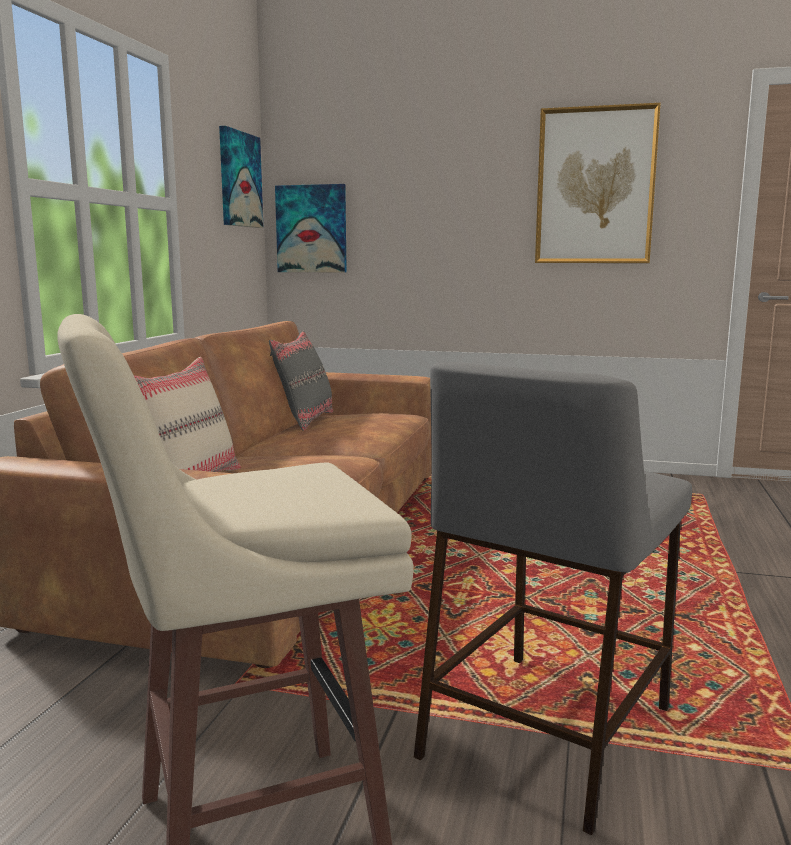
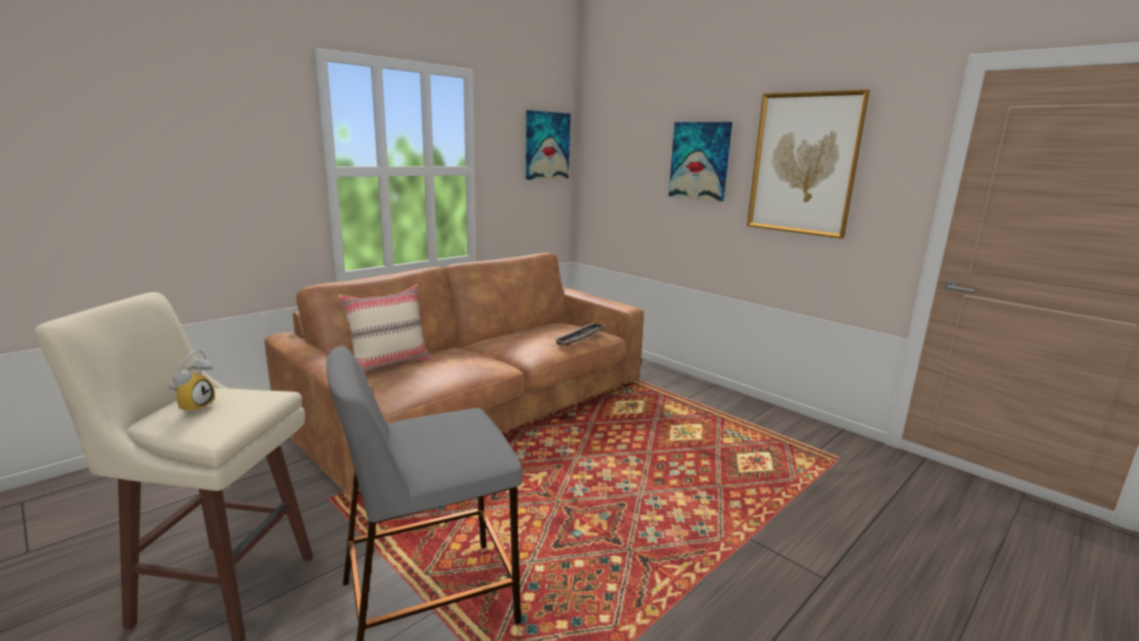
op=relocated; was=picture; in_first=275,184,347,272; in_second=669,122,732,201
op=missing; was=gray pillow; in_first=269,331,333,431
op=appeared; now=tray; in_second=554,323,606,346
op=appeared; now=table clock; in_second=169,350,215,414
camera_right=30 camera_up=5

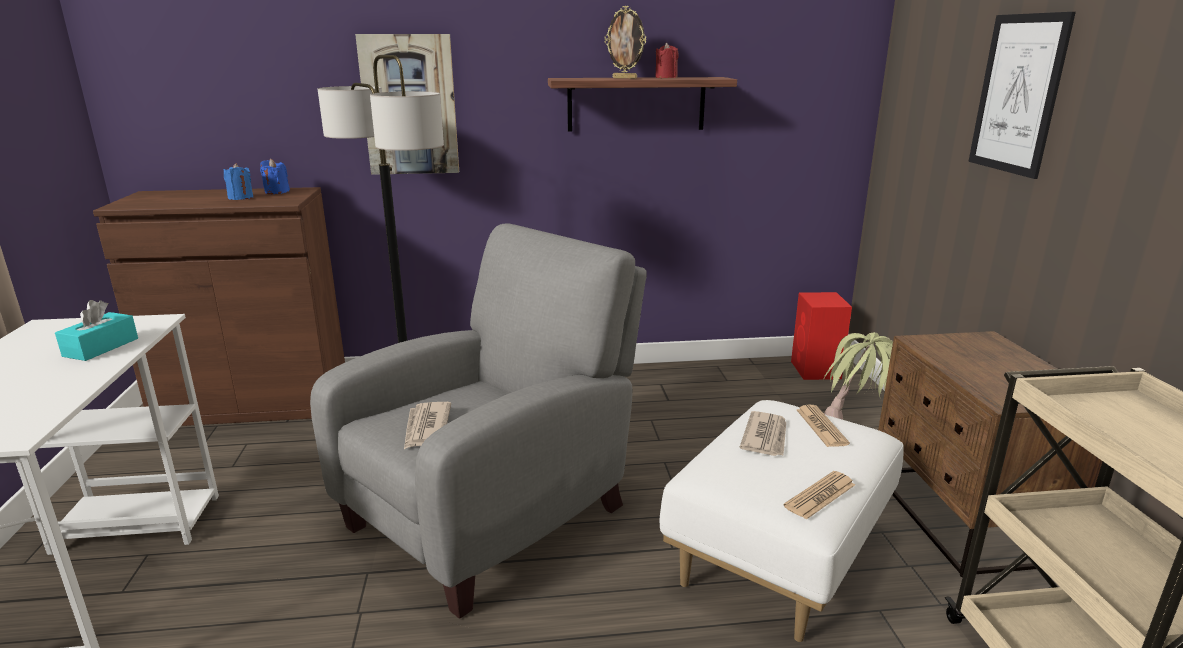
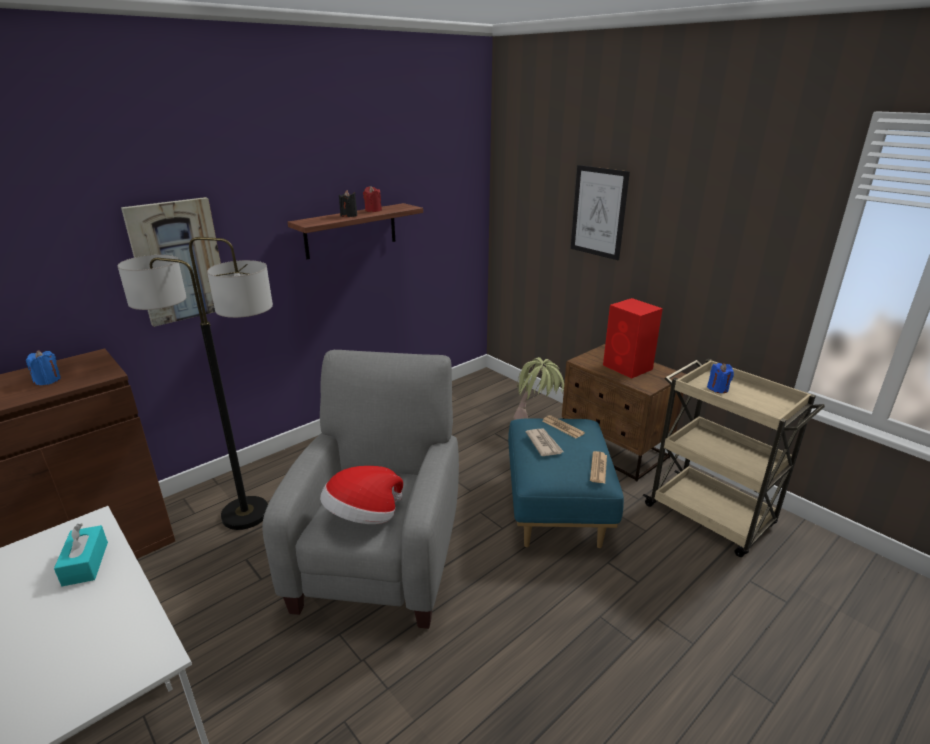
op=exchanged; was=photo frame; now=black wax candle; in_first=604,6,647,79; in_second=339,190,357,217
op=relocated; was=blue wax candle; in_first=260,159,290,194; in_second=707,363,734,393
op=relocated; was=red-coloured loudspeaker; in_first=791,292,852,380; in_second=603,298,663,378
op=colour; was=white-coloured footrest; now=blue footrest; in_first=659,400,904,642; in_second=508,419,624,548
op=exchanged; was=newspaper; now=hat; in_first=404,402,451,449; in_second=320,466,403,524
camera_right=-35 camera_up=5

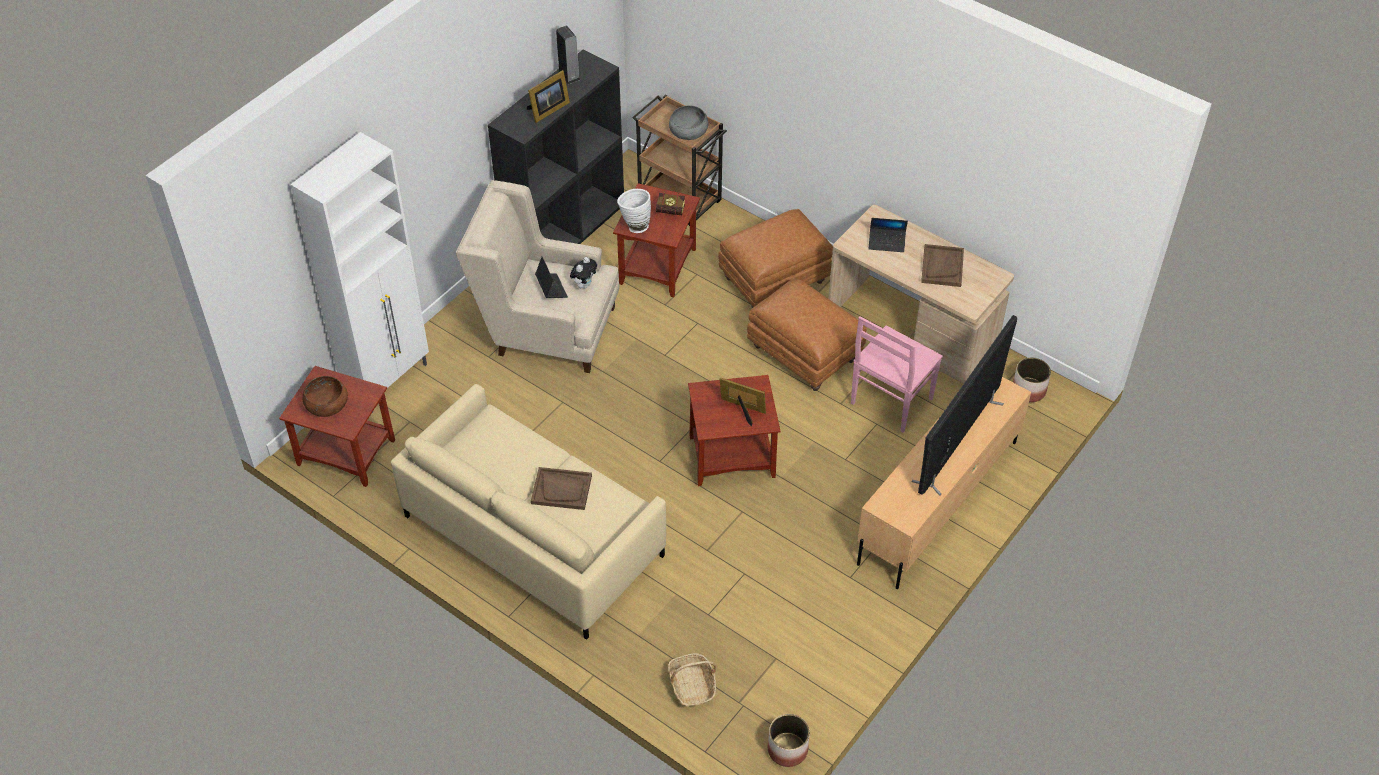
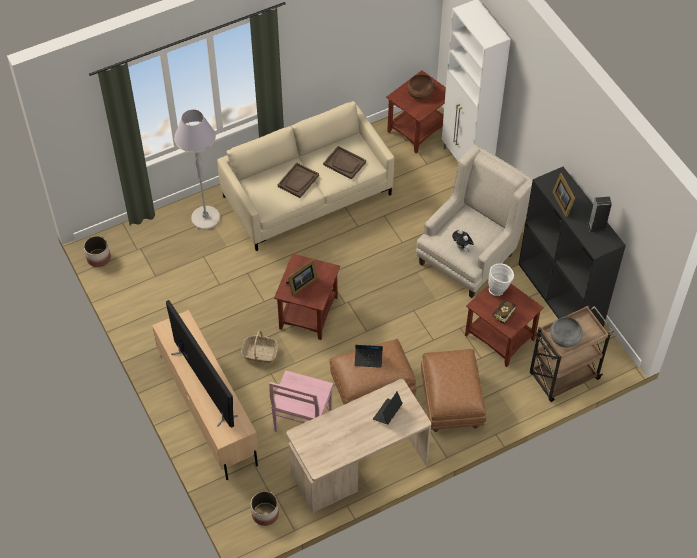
op=relocated; was=brown-coloured tray; in_first=921,244,964,287; in_second=323,146,366,180
op=relocated; was=notebook computer; in_first=535,257,568,298; in_second=355,345,383,368
op=spun; was=pink chair; in_first=851,316,943,433; in_second=269,370,333,432; clockwise=-135
op=relocated; was=basket; in_first=668,653,717,707; in_second=241,331,278,363
op=appeared; now=gray standard lamp; in_second=174,110,221,230
camera_right=115 camera_up=5

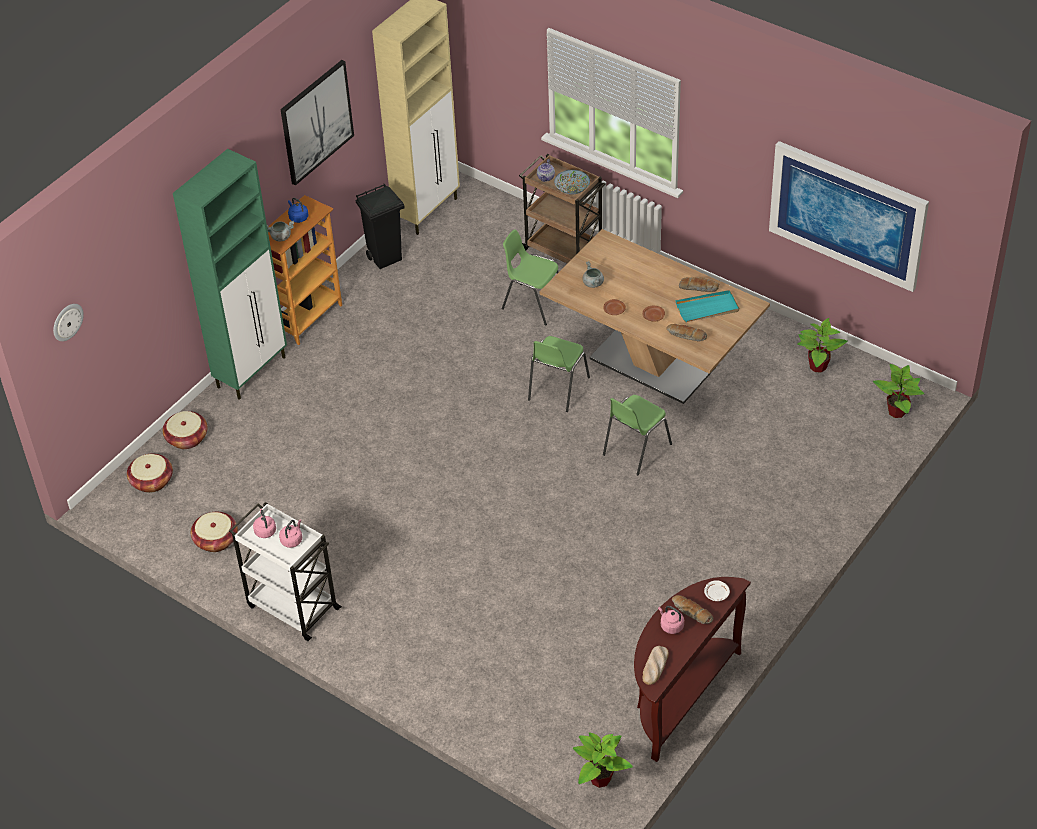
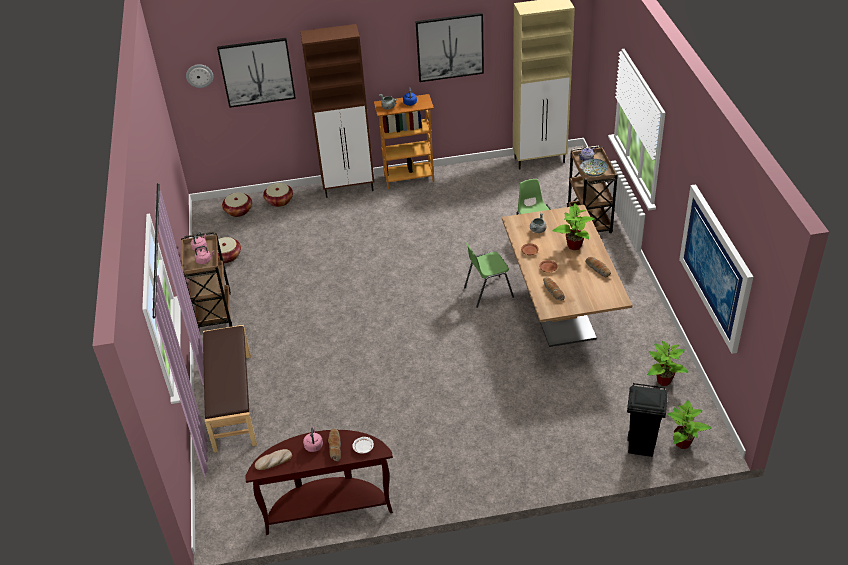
op=colour; was=green cabinet; now=brown-coloured cabinet; in_first=173,149,287,400; in_second=300,24,374,198
op=relocated; was=black waste bin; in_first=356,184,405,269; in_second=627,383,668,457
op=missing; was=blue-green tray; in_first=676,290,739,322
op=missing; was=green chair; in_first=603,395,672,475
op=colour; was=white-coloured cart; now=brown-coloured cart; in_first=229,502,342,641; in_second=181,232,232,328
op=relocated; was=houseplant; in_first=573,732,633,788; in_second=553,203,594,250
op=appeared; now=picture; in_second=217,38,296,108
op=appeared; now=brown-coloured bench; in_second=203,325,257,452
camera_right=45 camera_up=-5

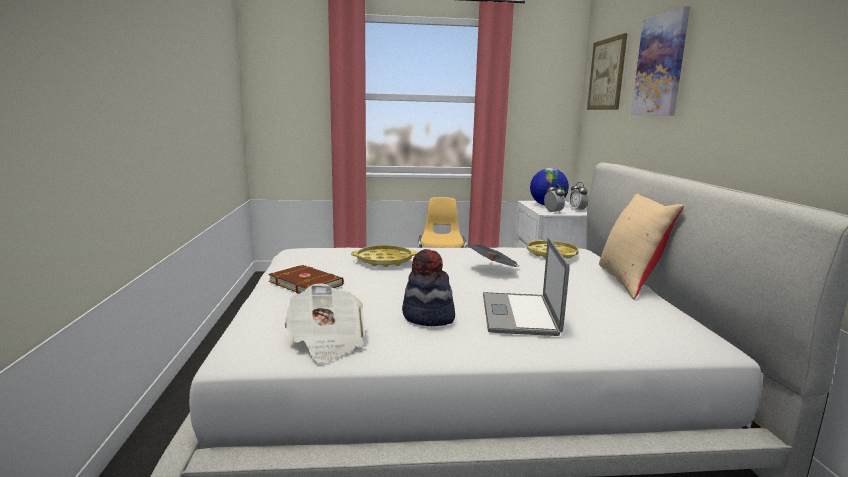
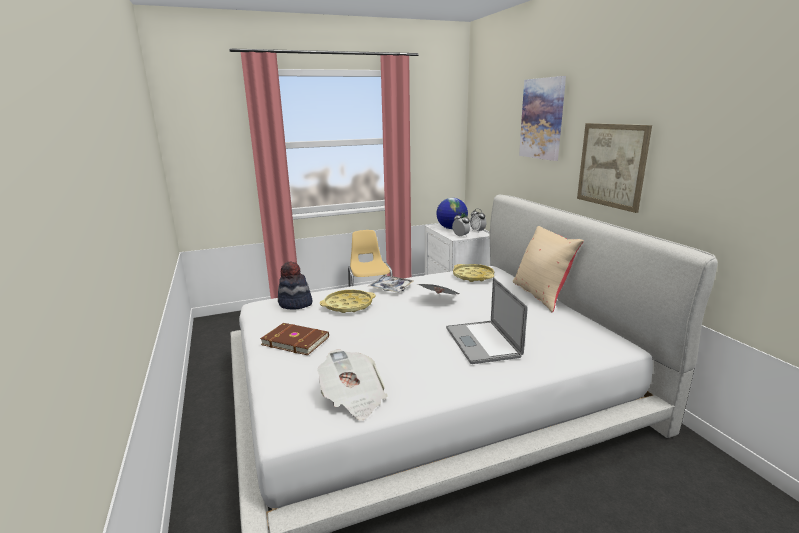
op=relocated; was=picture; in_first=587,33,627,110; in_second=577,123,652,213
op=relocated; was=hat; in_first=402,249,455,326; in_second=278,262,312,309
op=appeared; now=tray; in_second=369,276,413,292
camera_right=-15 camera_up=5

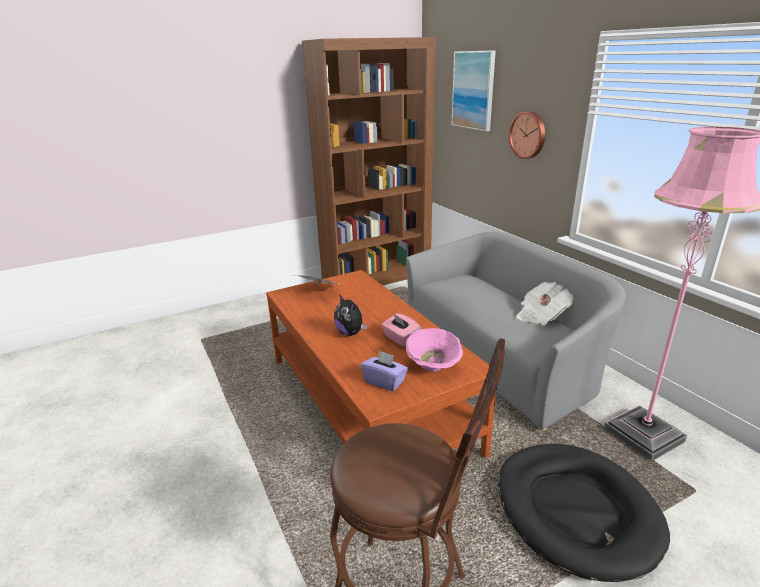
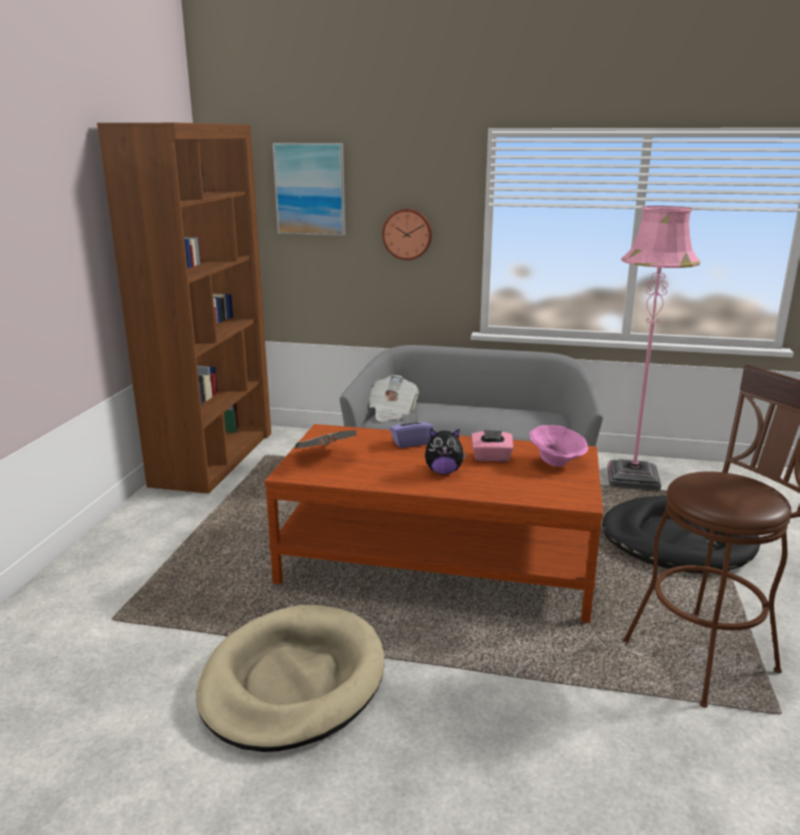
op=relocated; was=newspaper; in_first=517,282,573,325; in_second=369,375,419,421
op=relocated; was=purple box of tissues; in_first=360,350,408,391; in_second=390,413,433,448
op=appeared; now=sand-coloured dog bed; in_second=196,605,384,752
camera_right=-50 camera_up=-5

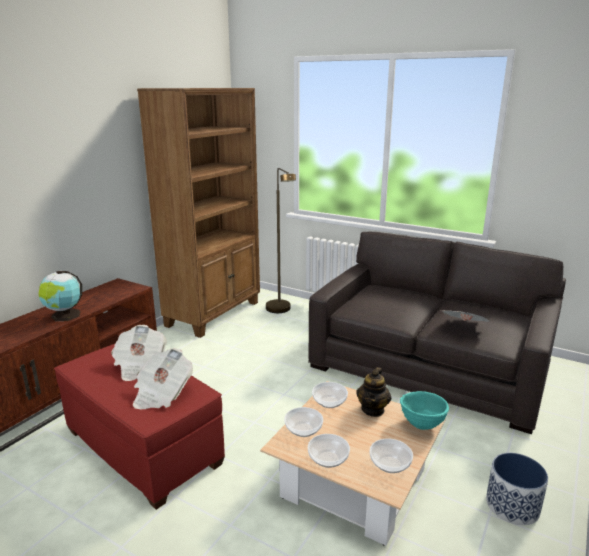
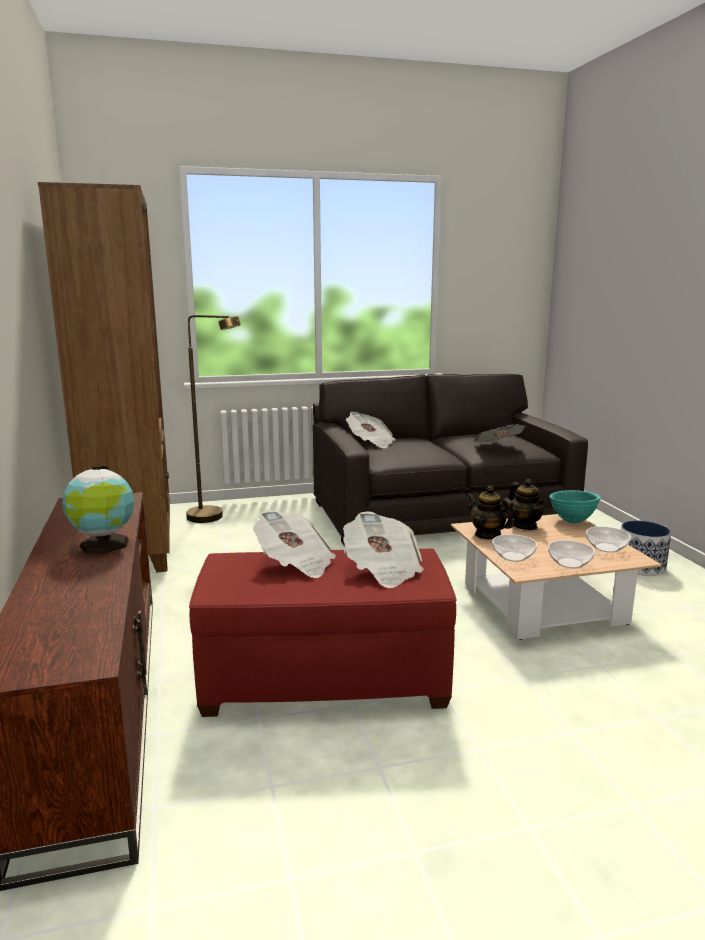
op=exchanged; was=bowl; now=teapot; in_first=312,382,348,408; in_second=467,486,514,539
op=appeared; now=newspaper; in_second=346,412,396,448
camera_right=-45 camera_up=-5

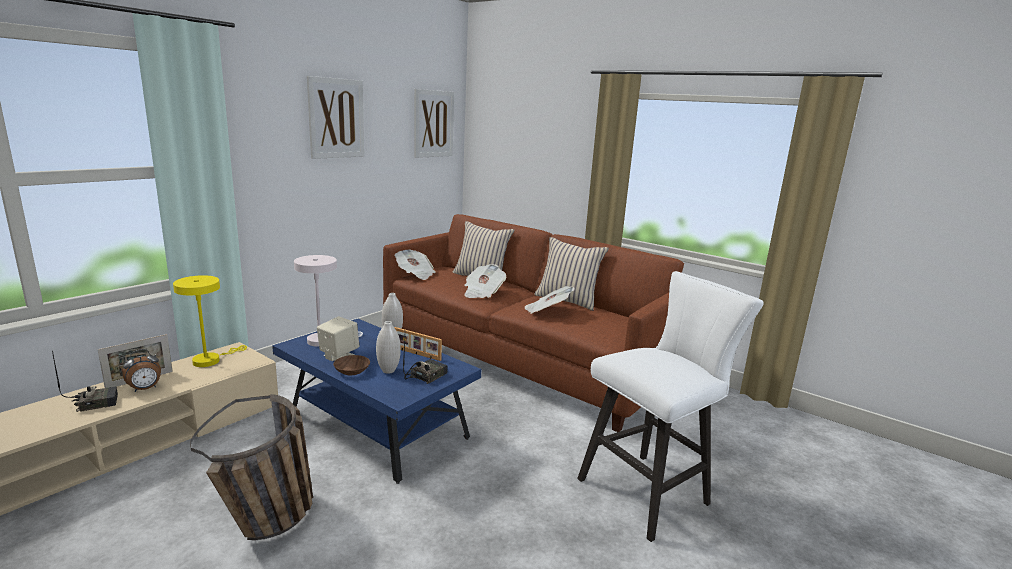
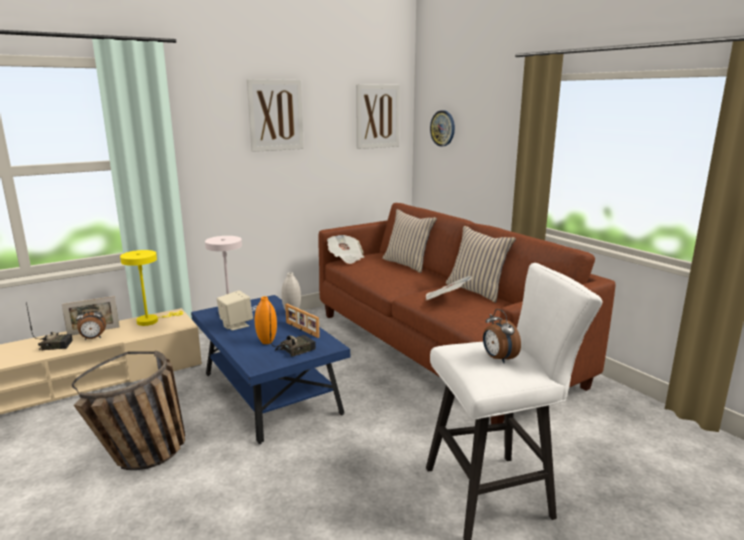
op=missing; was=newspaper; in_first=464,264,507,298
op=colour; was=white-coloured flower vase; now=orange flower vase; in_first=376,321,401,374; in_second=255,296,277,344
op=missing; was=brown-coloured bowl; in_first=333,355,370,375
op=appeared; now=hanging clock; in_second=430,110,455,146
op=appeared; now=table clock; in_second=483,309,521,363
camera_right=20 camera_up=0

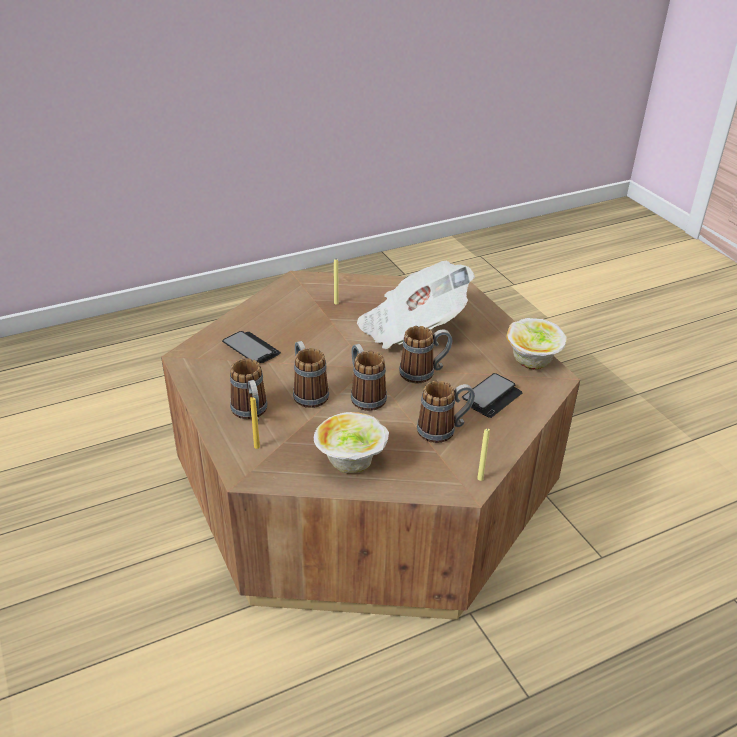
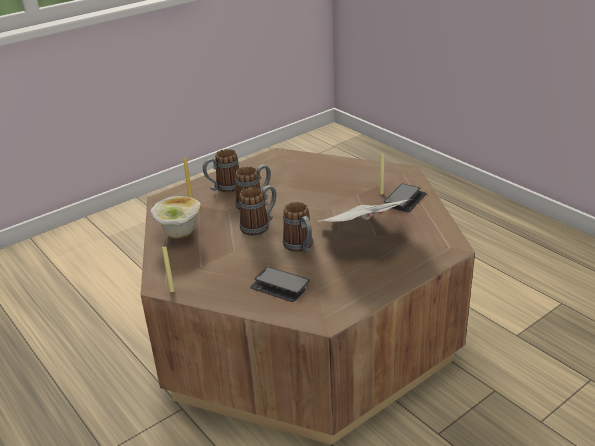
op=missing; was=bowl; in_first=507,318,567,370
op=relocated; was=handset; in_first=222,331,281,363; in_second=384,184,427,212
op=missing; was=tea mug; in_first=417,381,475,443
camera_right=80 camera_up=-5

